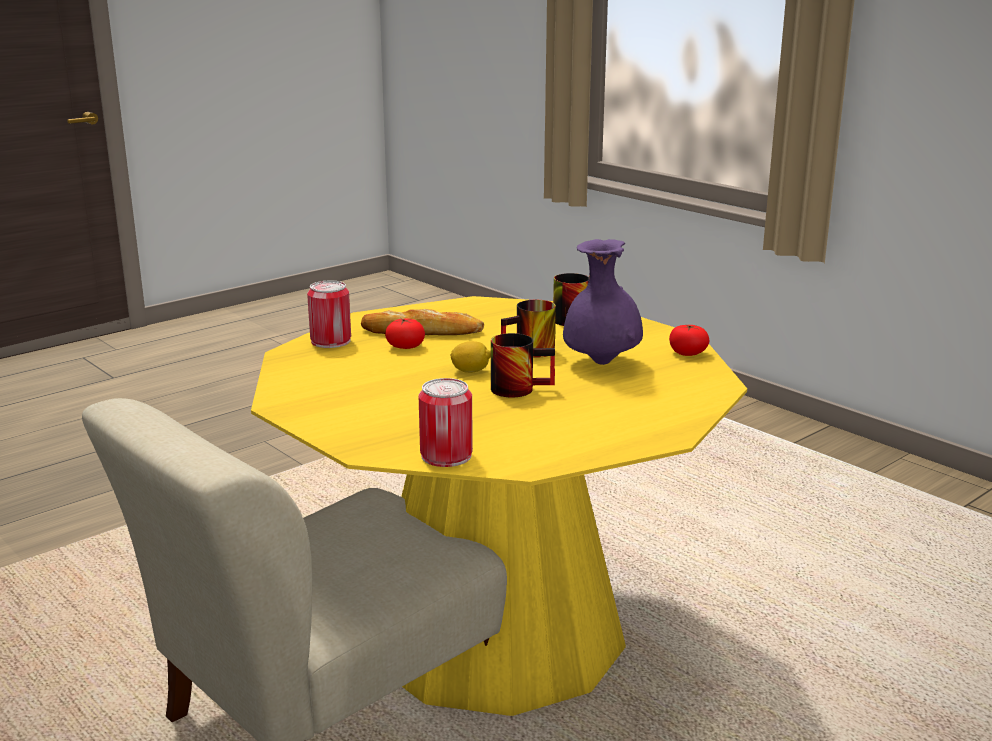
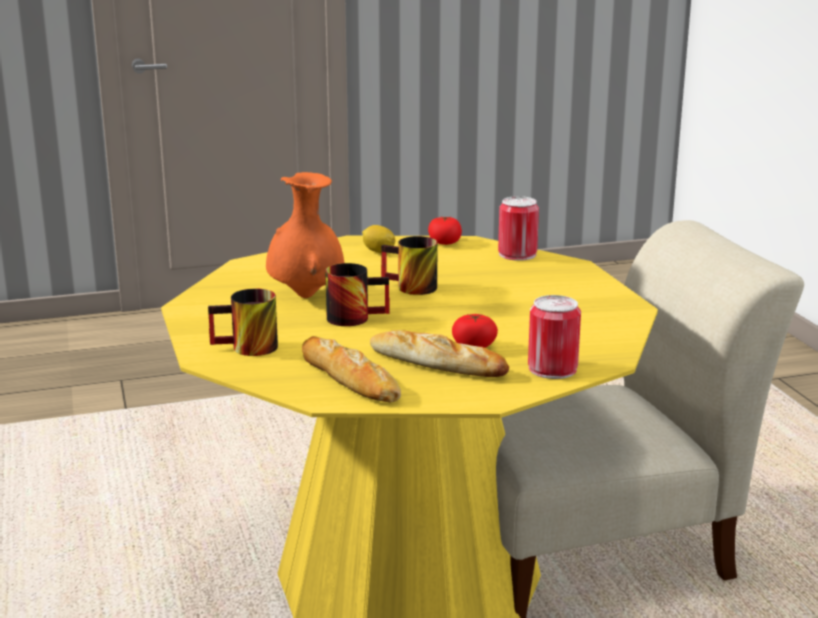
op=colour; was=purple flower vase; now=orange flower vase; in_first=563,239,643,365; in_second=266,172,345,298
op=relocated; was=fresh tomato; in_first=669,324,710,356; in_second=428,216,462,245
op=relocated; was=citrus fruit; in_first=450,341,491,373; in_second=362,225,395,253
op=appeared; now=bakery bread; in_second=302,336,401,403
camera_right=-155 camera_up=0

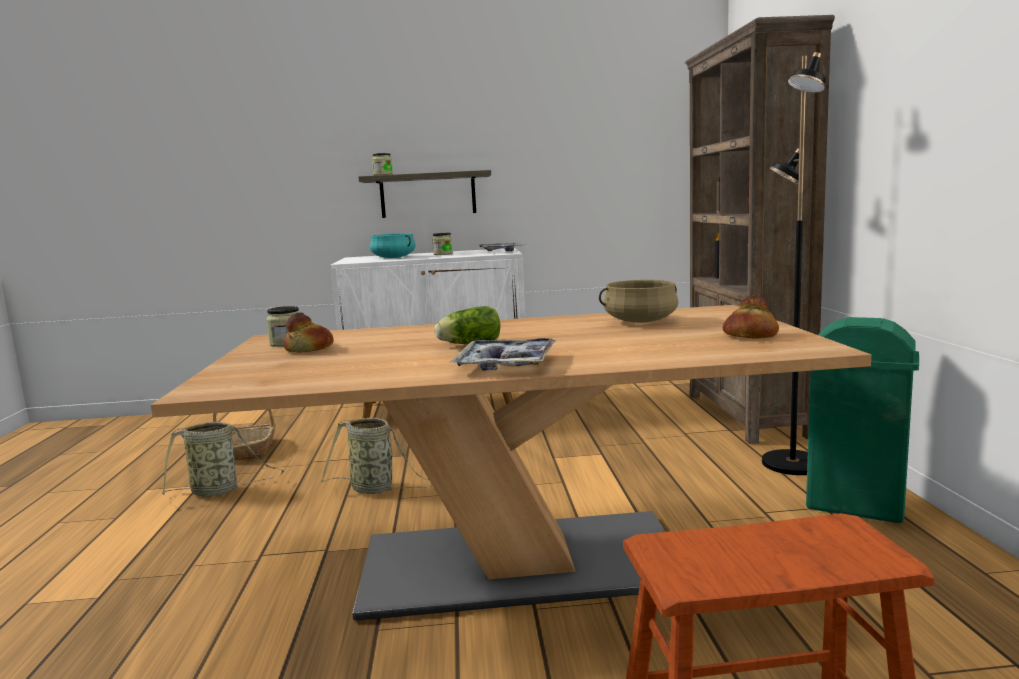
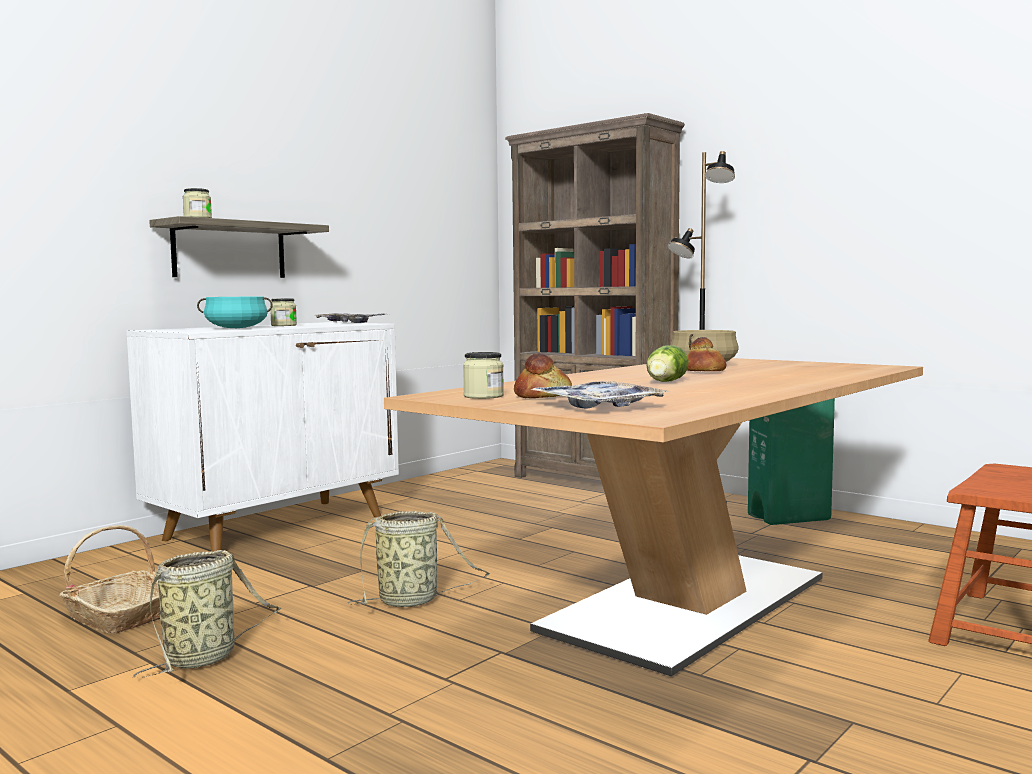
op=relocated; was=bakery bread; in_first=723,295,779,338; in_second=687,337,726,371
op=relocated; was=tray; in_first=450,338,557,370; in_second=531,381,672,409
camera_right=-45 camera_up=-5

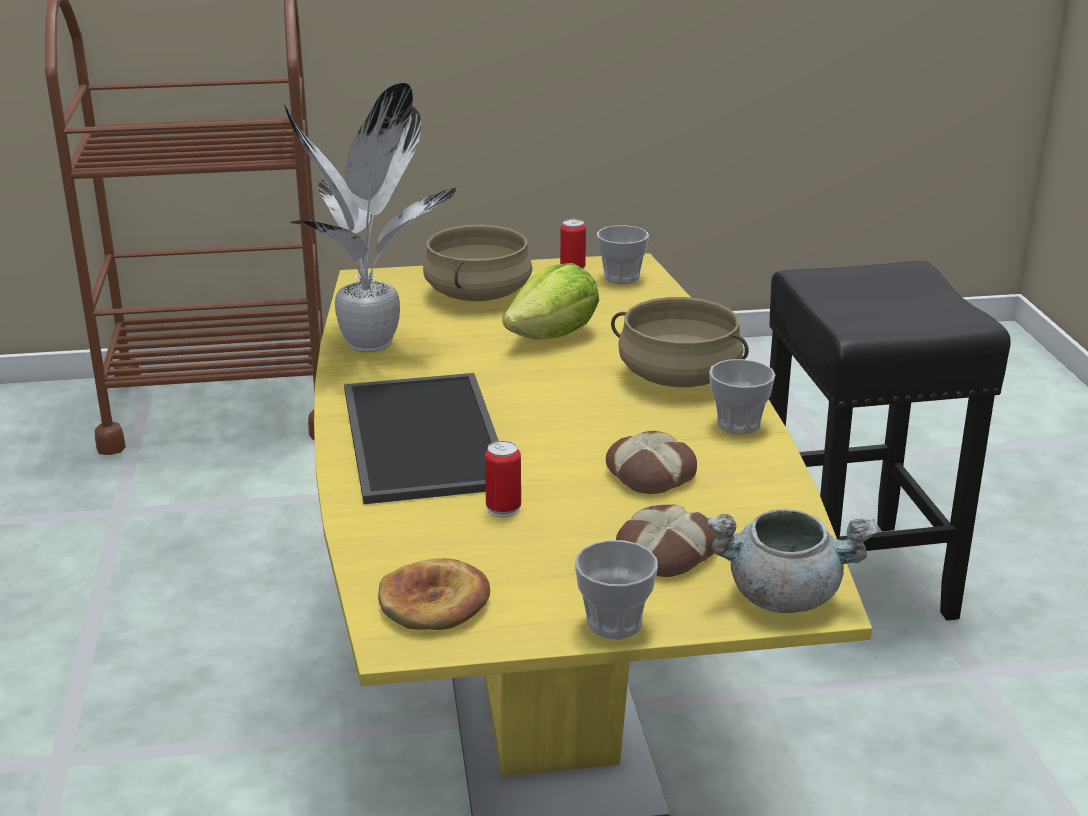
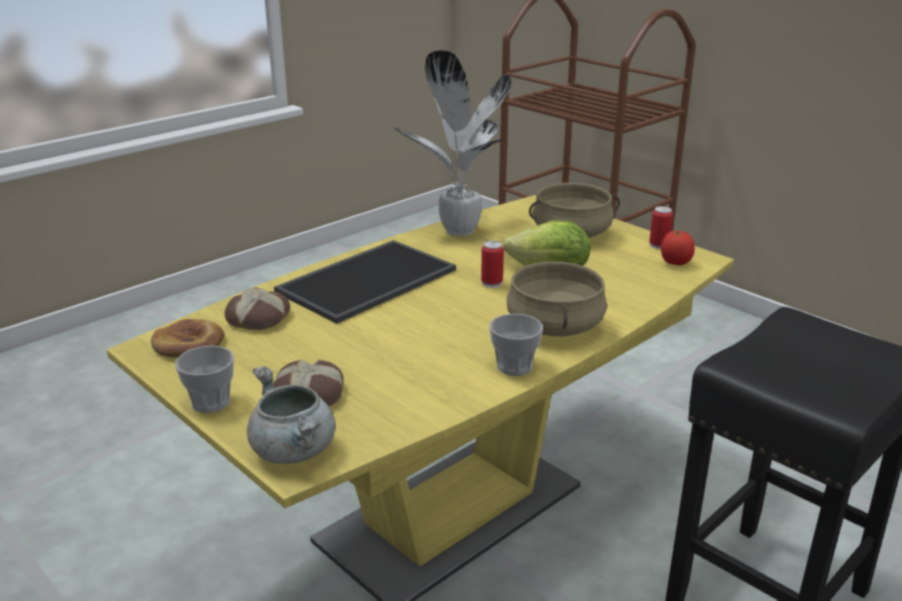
op=exchanged; was=drinking cup; now=fresh tomato; in_first=597,225,649,284; in_second=661,230,695,265
op=relocated; was=bakery bread; in_first=606,431,697,494; in_second=225,287,290,330
op=relocated; was=sealed can; in_first=485,441,521,517; in_second=481,241,504,288
camera_right=55 camera_up=0

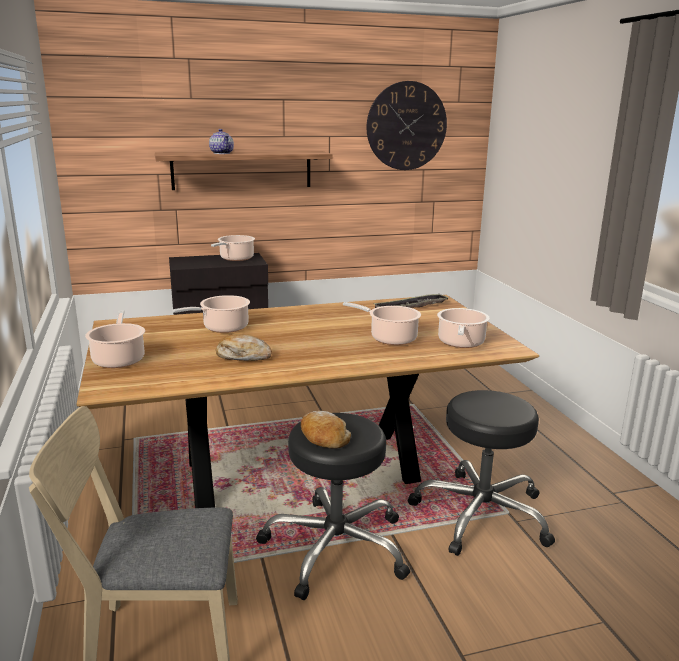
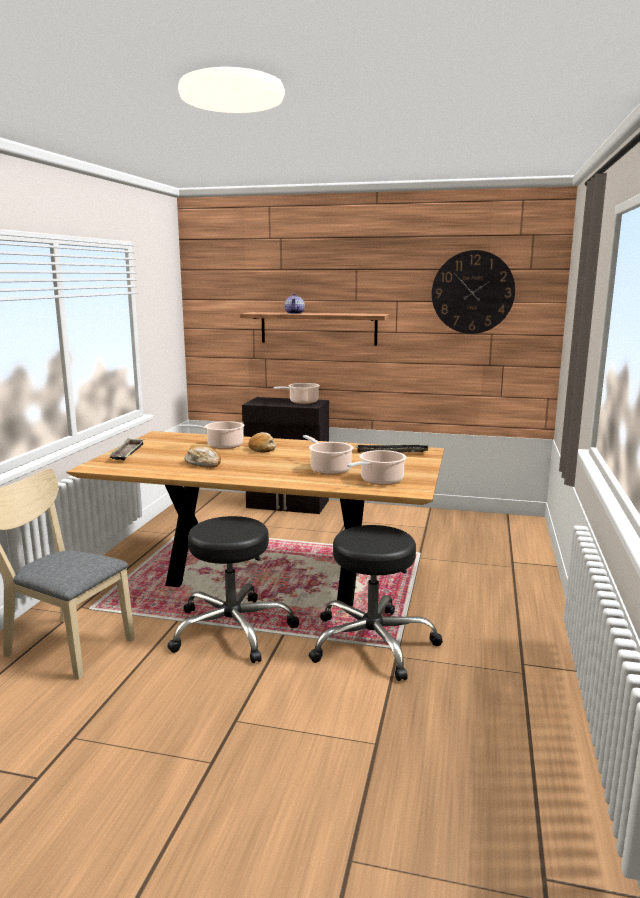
op=exchanged; was=saucepot; now=tray; in_first=85,310,145,368; in_second=109,438,145,460
op=relocated; was=bakery bread; in_first=301,411,351,448; in_second=248,432,276,453
camera_right=30 camera_up=-5

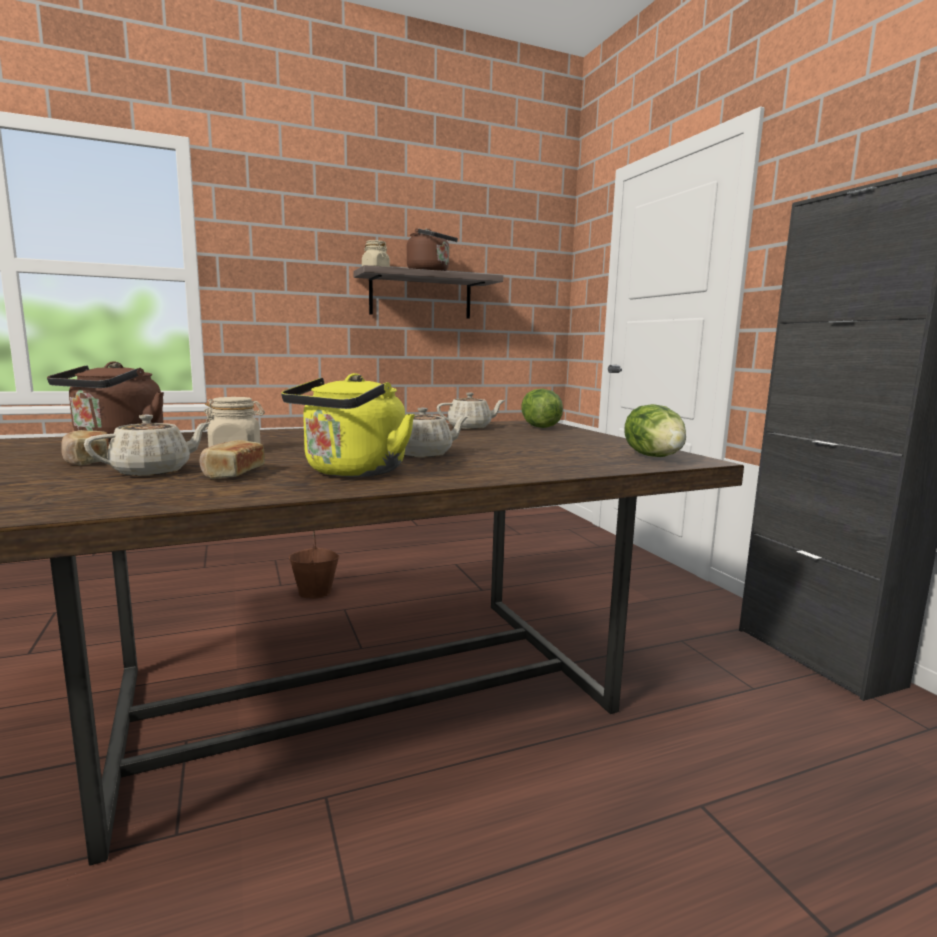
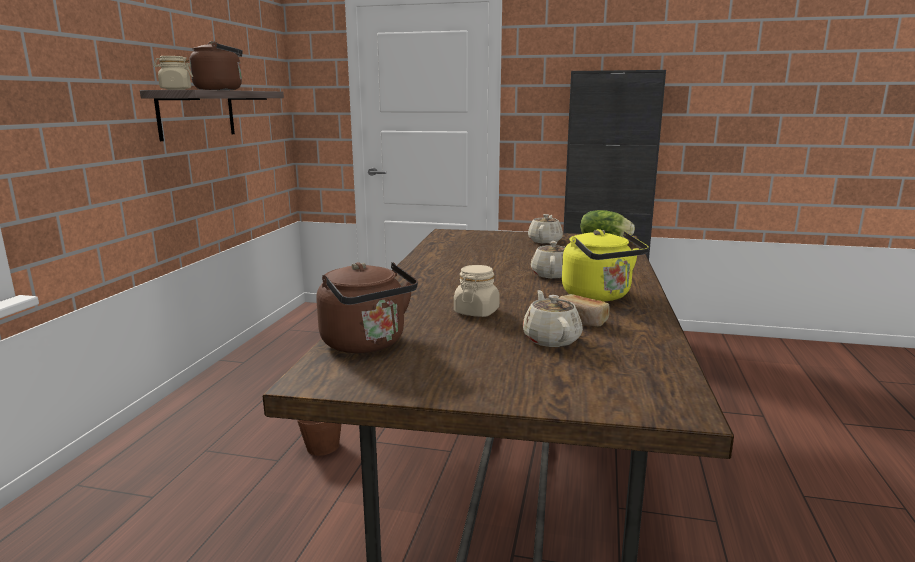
op=missing; was=lettuce; in_first=521,389,563,428
op=relocated; was=sand-coloured teapot; in_first=437,392,505,429; in_second=528,214,563,244
op=missing; was=bakery bread; in_first=61,430,109,466
camera_right=-55 camera_up=5

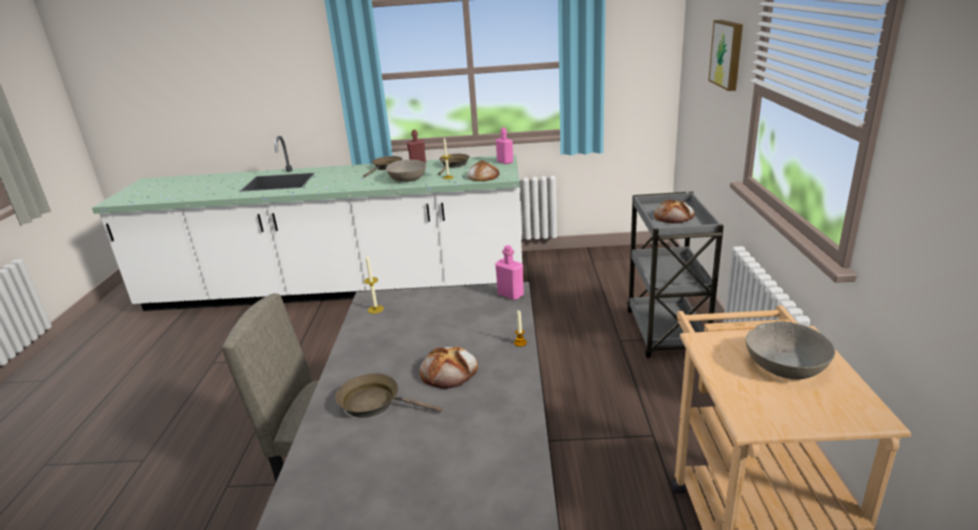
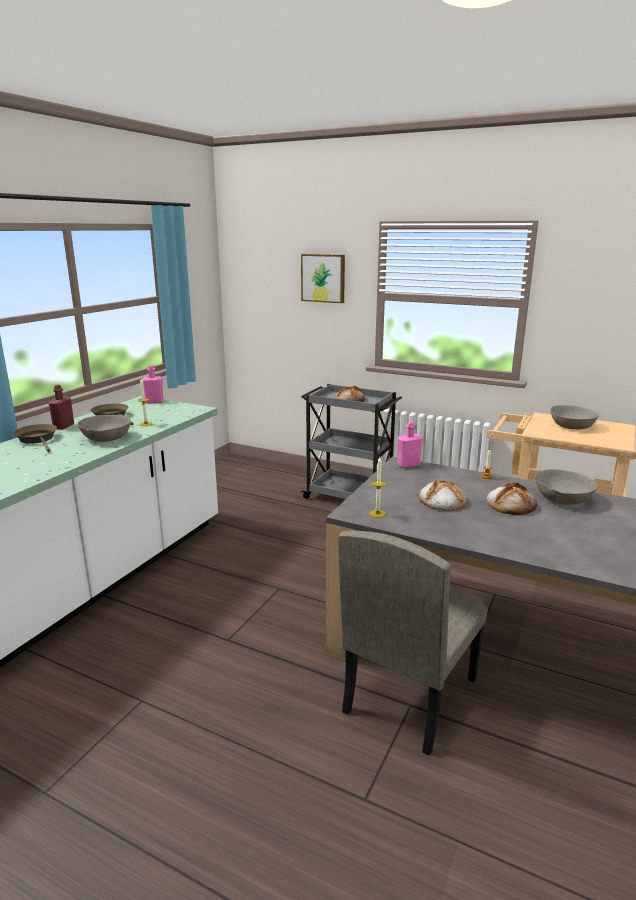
op=relocated; was=bakery bread; in_first=467,160,500,181; in_second=419,480,467,511
op=missing; was=brown-coloured pan; in_first=335,373,443,418
op=appeared; now=gray bowl; in_second=535,469,597,505
camera_right=-65 camera_up=-5

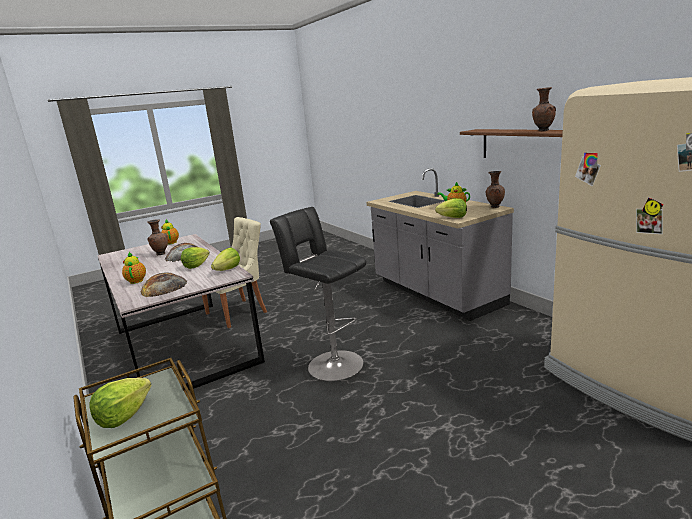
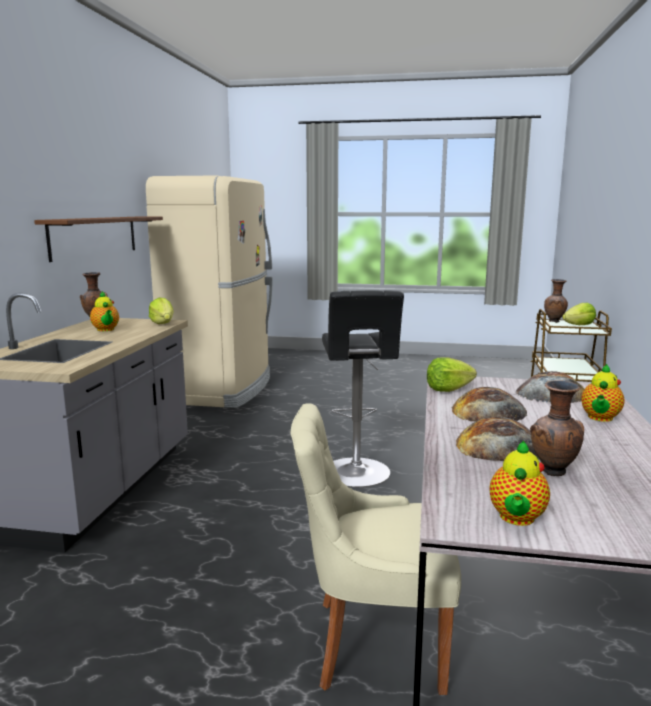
op=relocated; was=brown-coloured flower vase; in_first=532,87,556,131; in_second=544,279,568,323
op=exchanged; was=lettuce; now=bakery bread; in_first=181,247,210,269; in_second=452,387,527,422
camera_right=-140 camera_up=-5

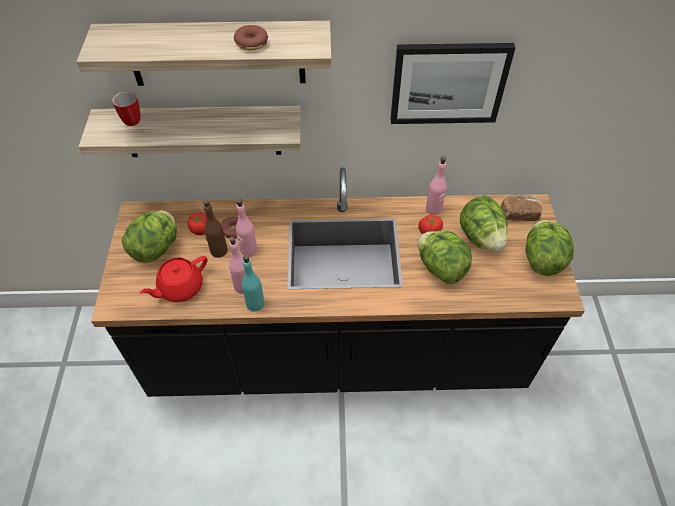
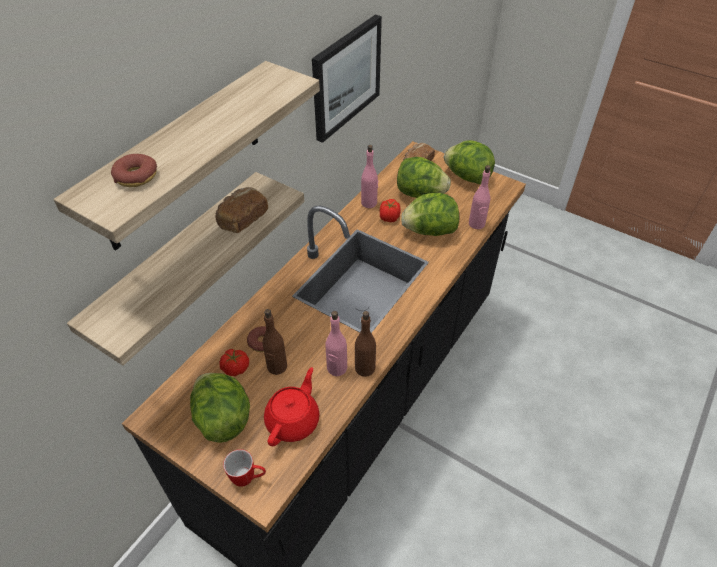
op=relocated; was=donut; in_first=234,25,268,51; in_second=111,154,157,187
op=relocated; was=tea mug; in_first=112,91,141,126; in_second=223,449,266,487
op=relocated; was=pink bottle; in_first=236,199,257,257; in_second=469,165,491,229
op=colour; was=blue-green bottle; now=brown-coloured bottle; in_first=242,255,265,312; in_second=355,311,376,377
op=spun; was=red-coloured teapot; in_first=140,256,208,302; in_second=264,367,320,447; clockwise=-150
op=appeared; now=bakery bread; in_second=215,187,268,233
camera_right=-55 camera_up=-5

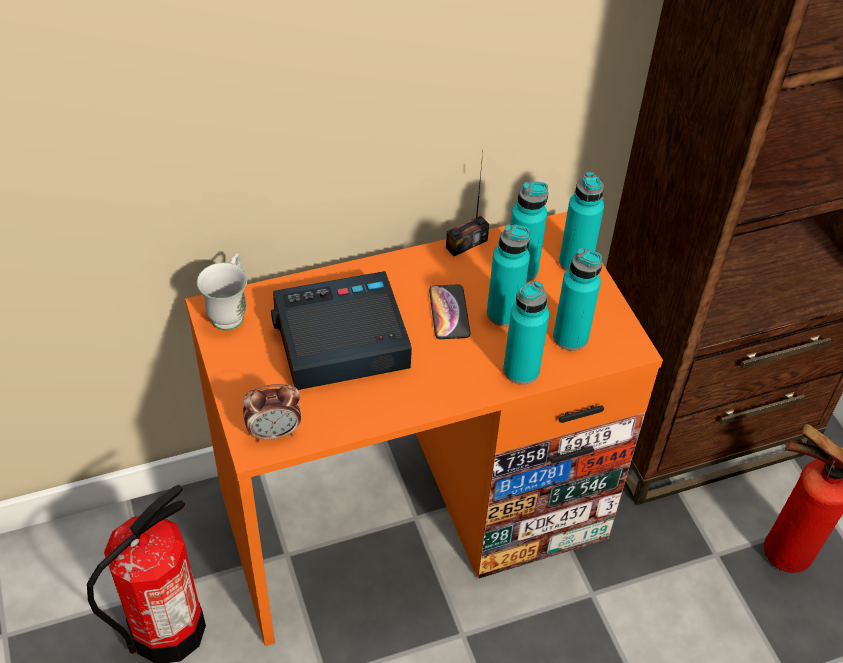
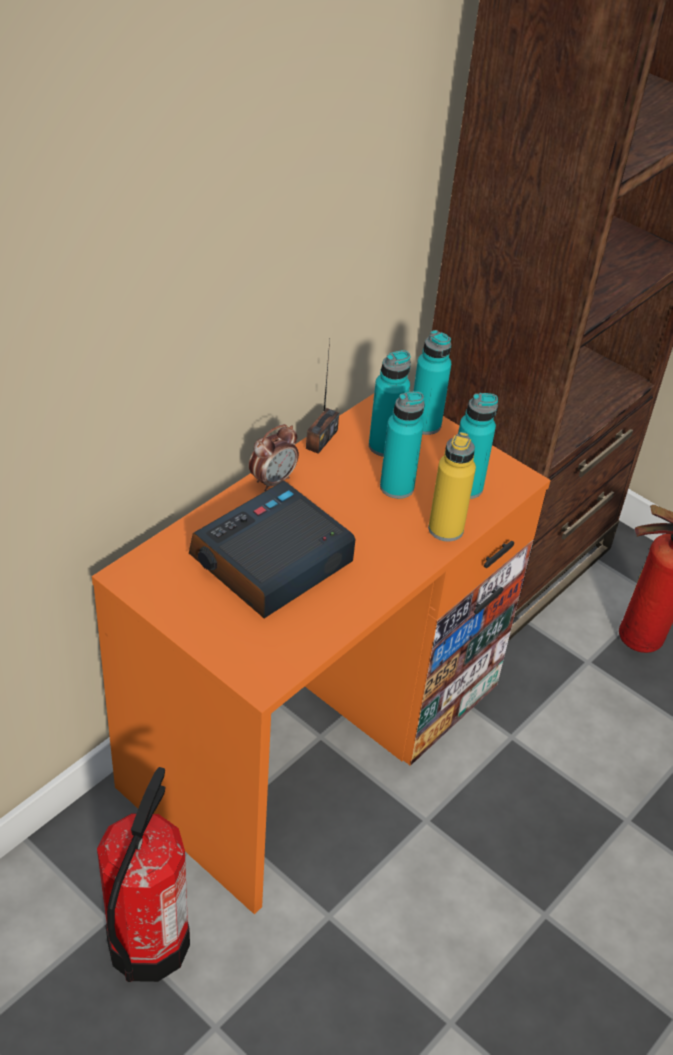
op=missing; was=white-coloured tea mug; in_first=197,253,247,331
op=colour; was=blue-green bottle; now=yellowish bottle; in_first=503,281,549,384; in_second=428,432,476,541
op=missing; was=handset; in_first=429,285,471,339
op=relocated; was=table clock; in_first=243,384,301,442; in_second=249,424,299,491
camera_right=-30 camera_up=-5

